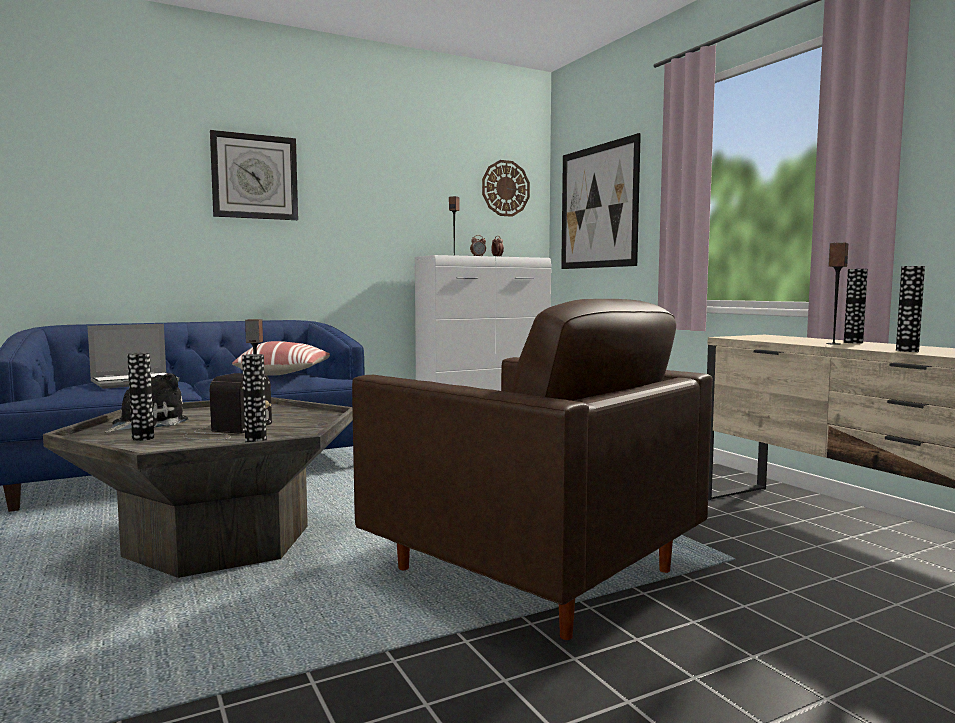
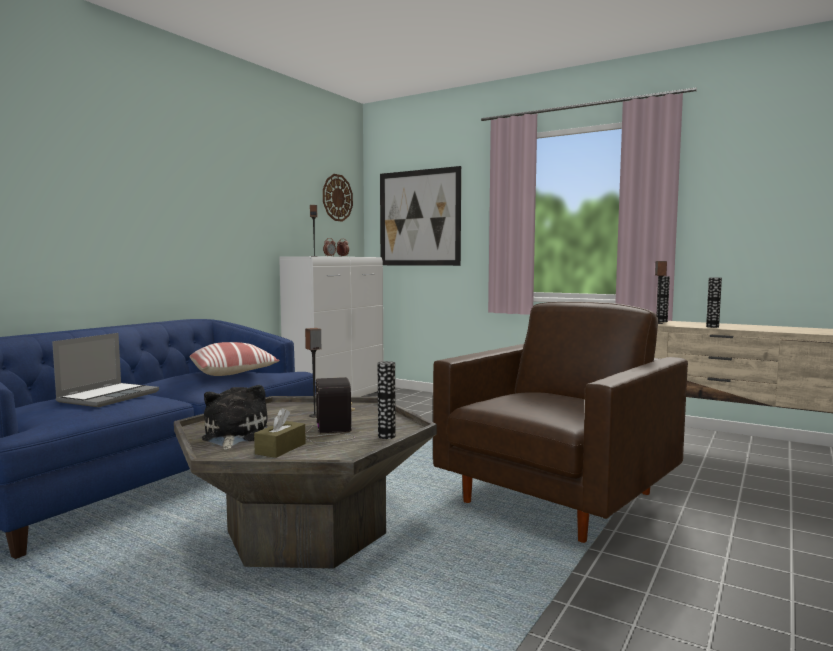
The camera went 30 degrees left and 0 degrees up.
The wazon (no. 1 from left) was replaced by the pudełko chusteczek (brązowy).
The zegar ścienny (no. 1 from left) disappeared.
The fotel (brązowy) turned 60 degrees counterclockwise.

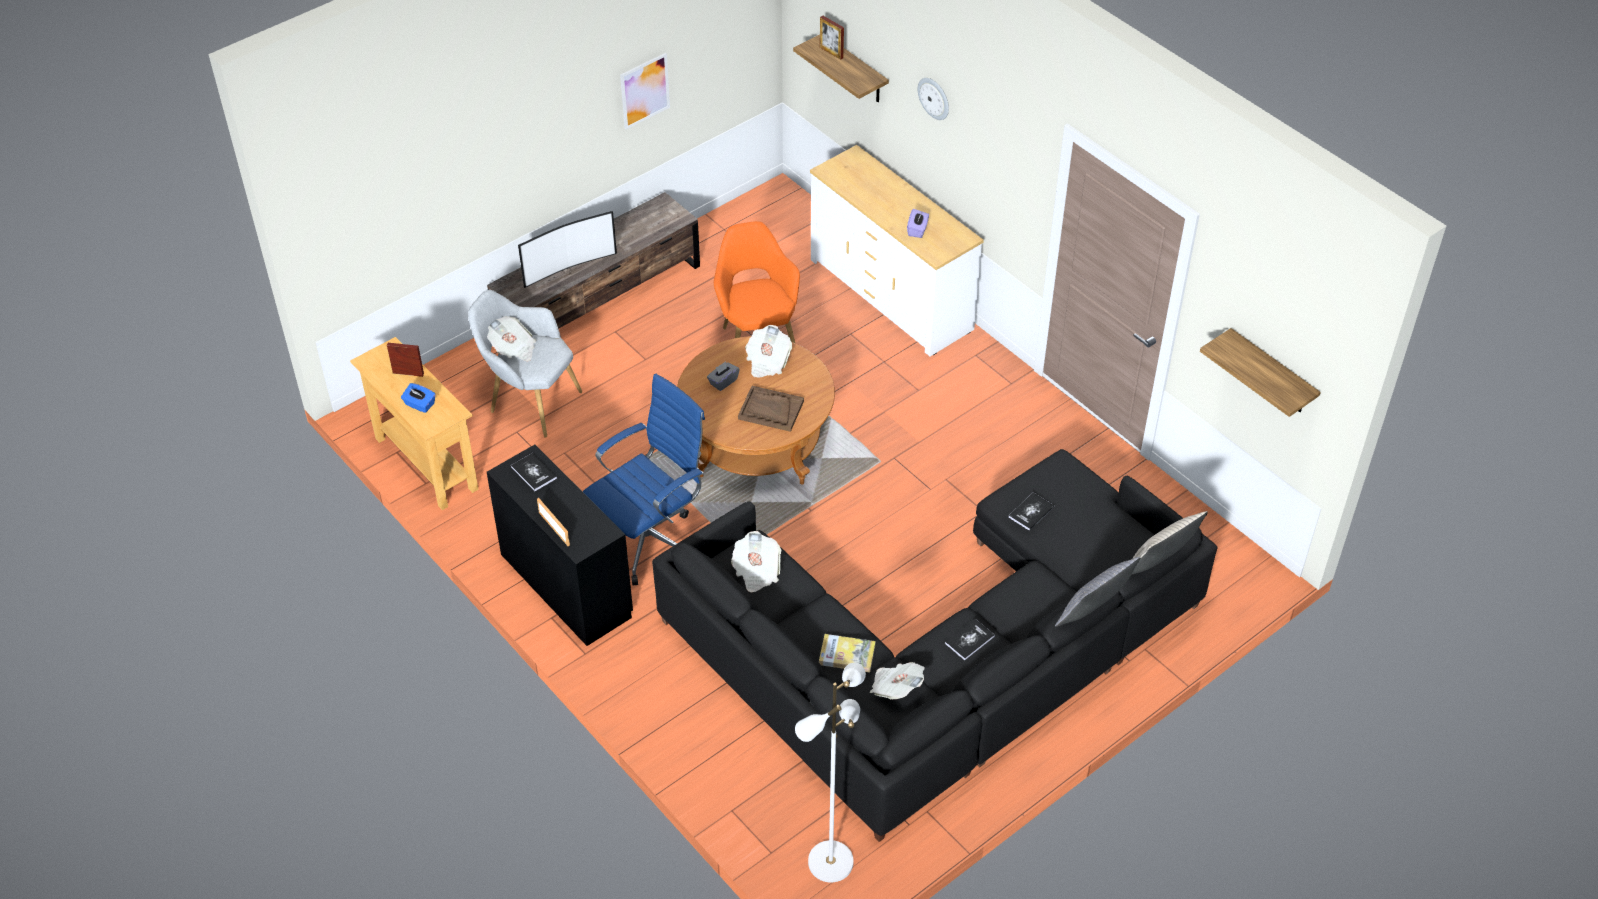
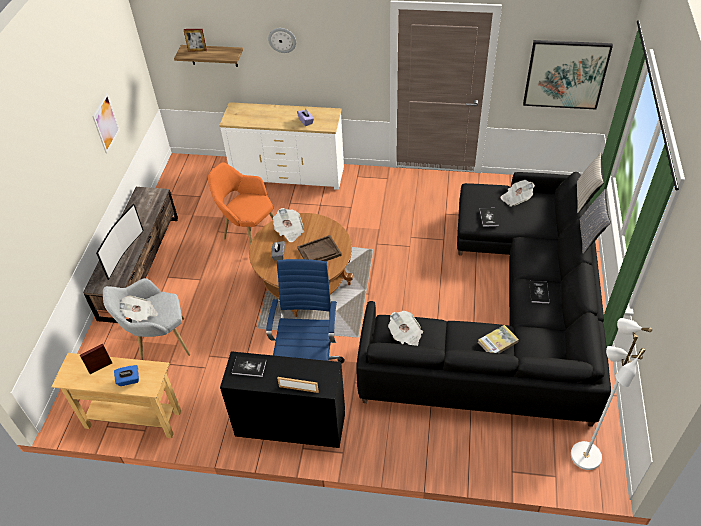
The camera went 40 degrees left and 0 degrees up.
The gazeta (no. 4 from left) moved.
The półka (no. 2 from left) was replaced by the obraz (no. 2 from left).

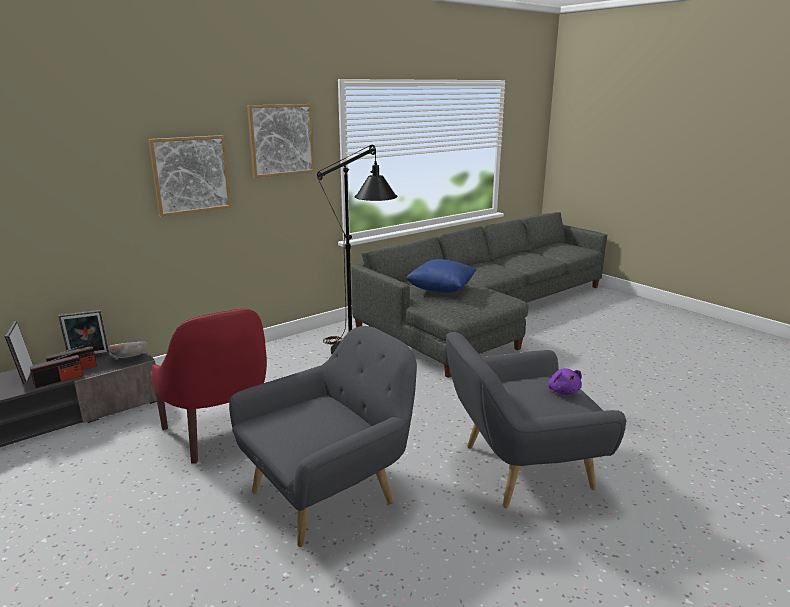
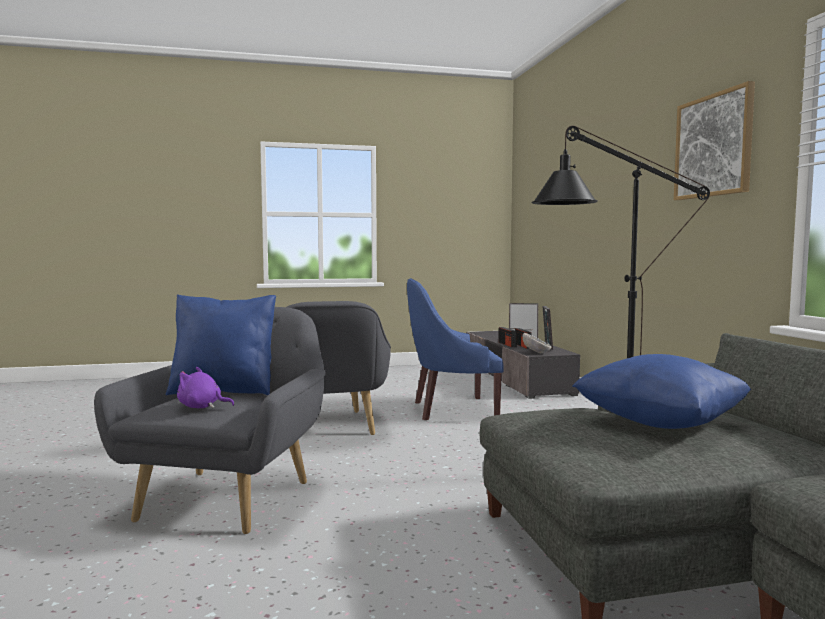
The camera went 115 degrees right and 15 degrees down.
The obraz (no. 1 from left) disappeared.
The fotel (czerwony) became the fotel (niebieski).
The poduszka (niebieski) (no. 1 from left) appeared.

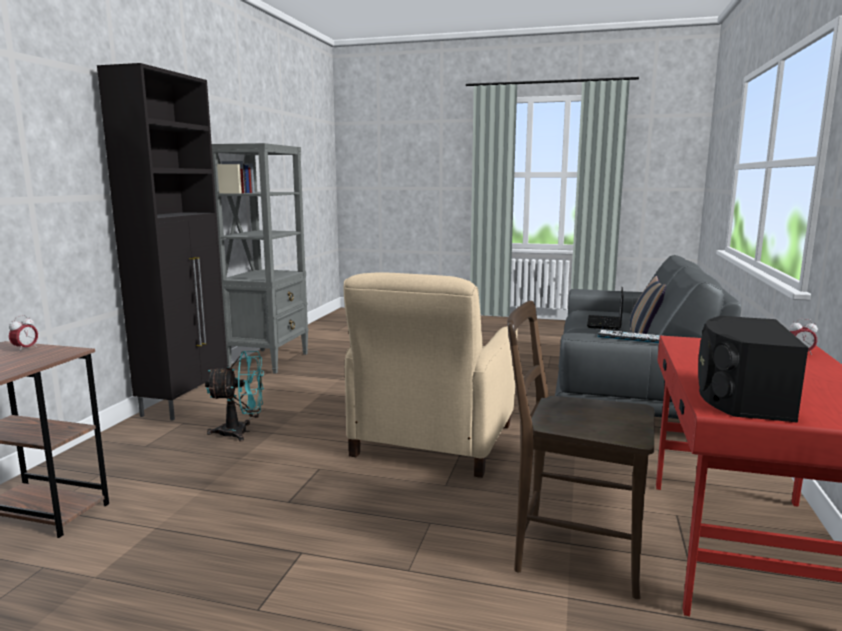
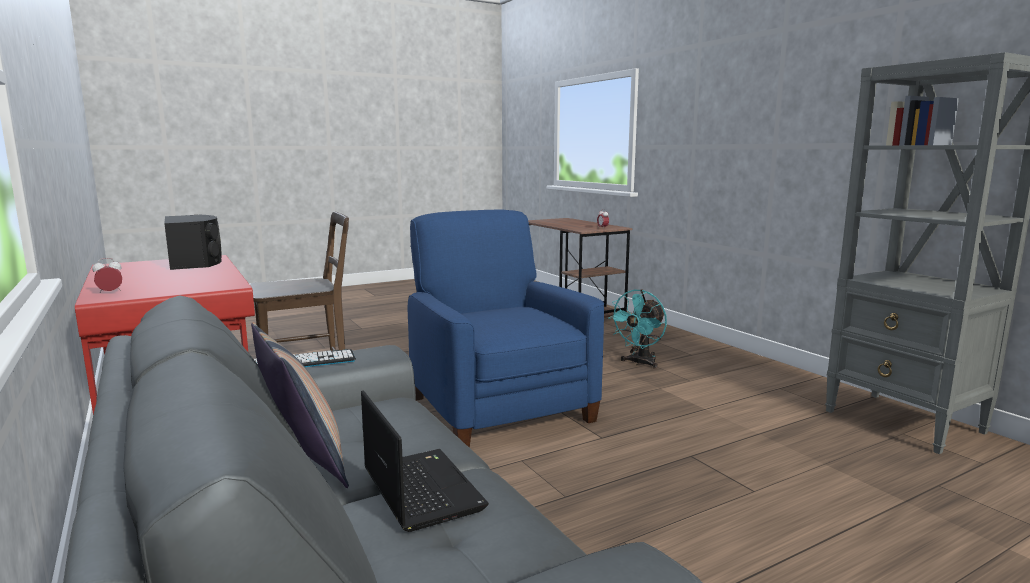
The camera went 135 degrees right and 0 degrees up.
The szafka (czarny) disappeared.
The fotel (beżowy) became the fotel (niebieski).

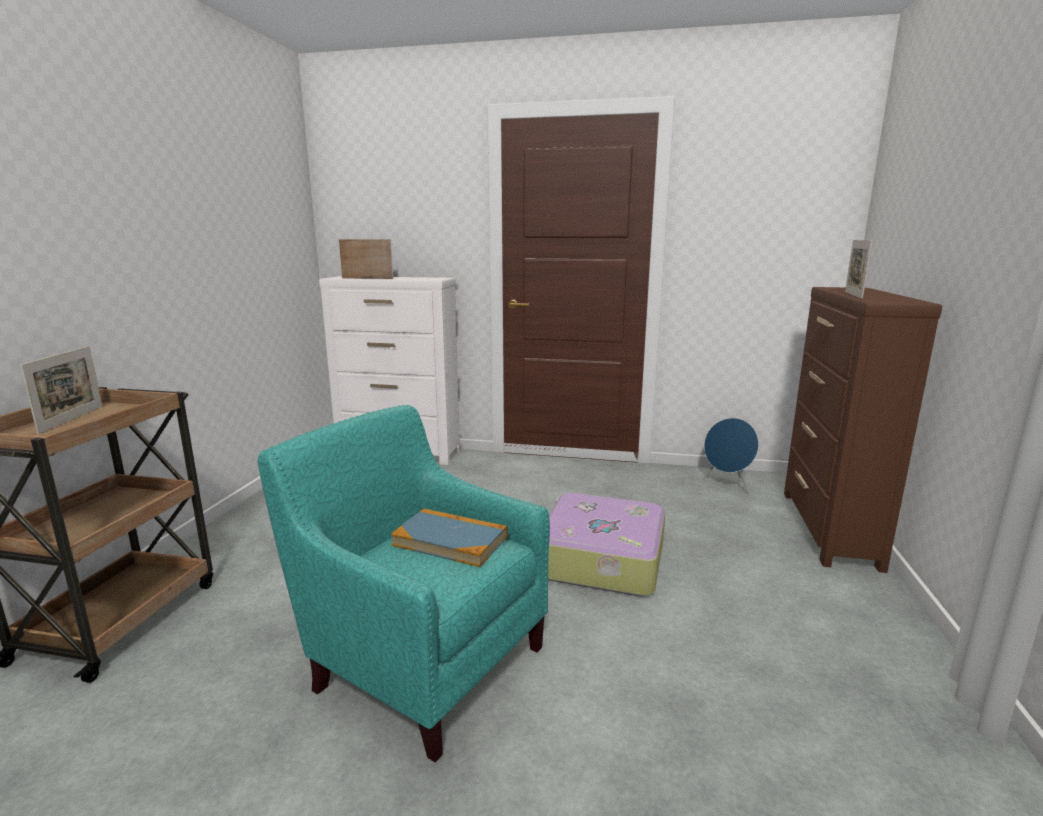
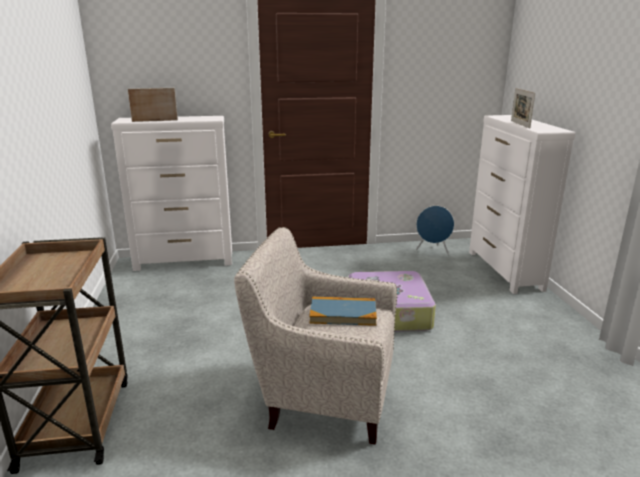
The camera went 20 degrees left and 5 degrees up.
The ramka na zdjęcie (no. 1 from left) disappeared.
The fotel (turkusowy) became the fotel (beżowy).
The komoda (brązowy) became the komoda (biały) (no. 2 from left).

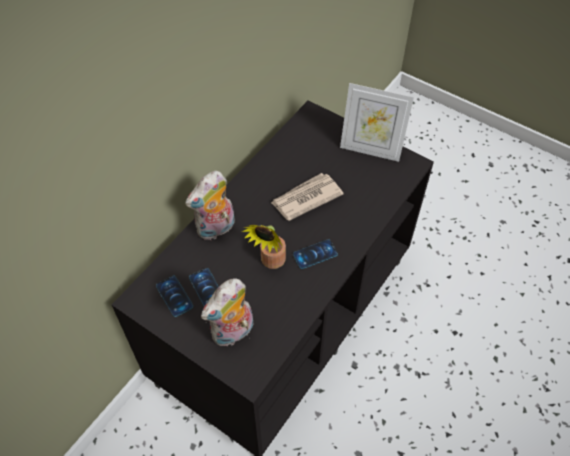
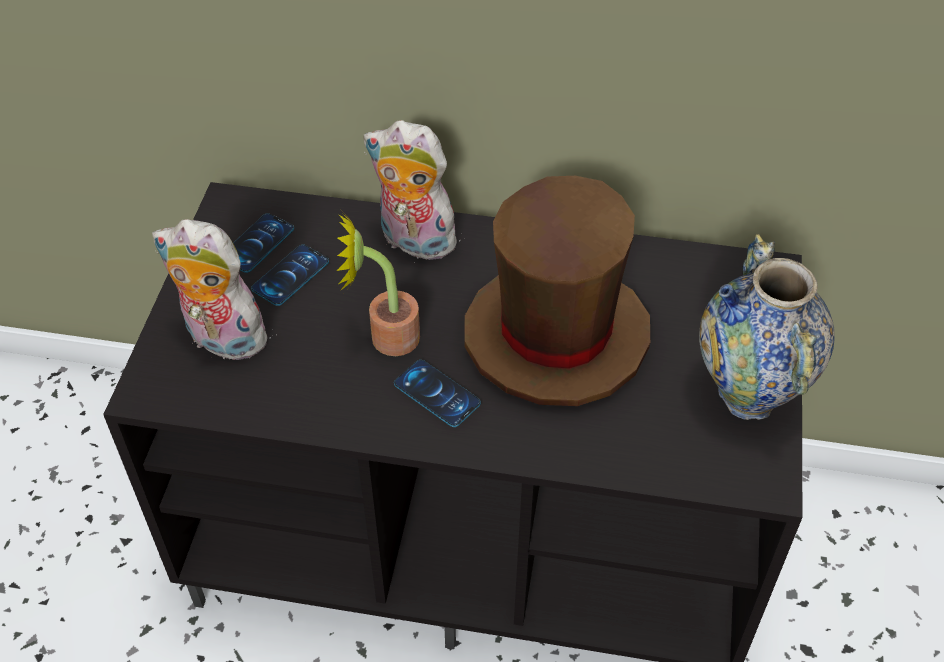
The camera went 65 degrees right and 5 degrees down.
The gazeta was replaced by the kapelusz (brązowy).
The ramka na zdjęcie was replaced by the wazon.

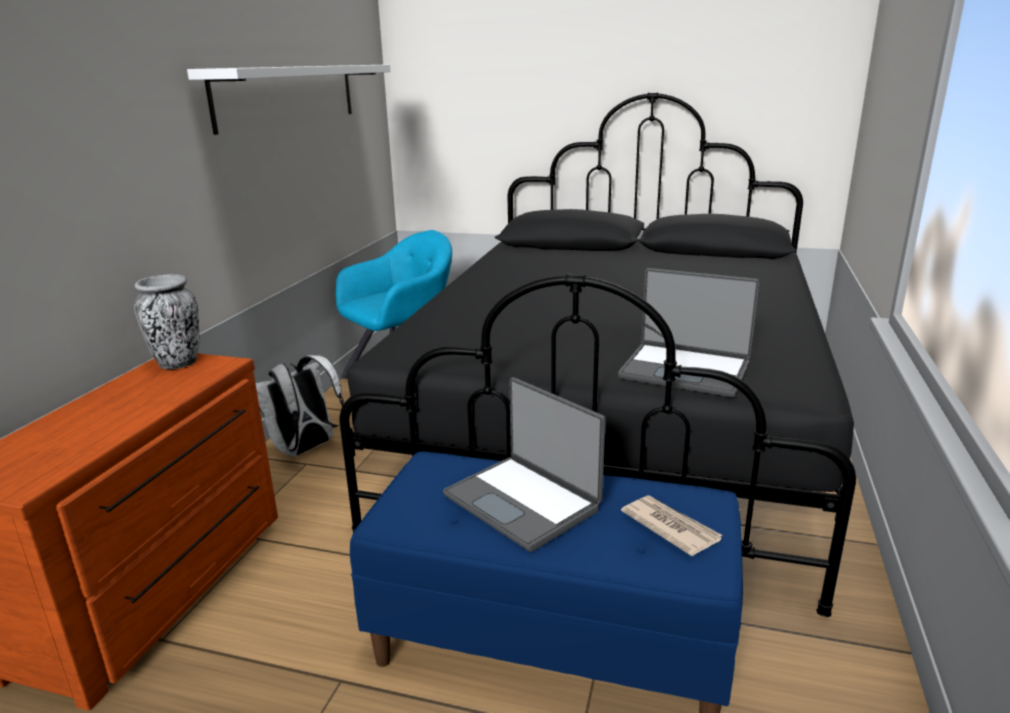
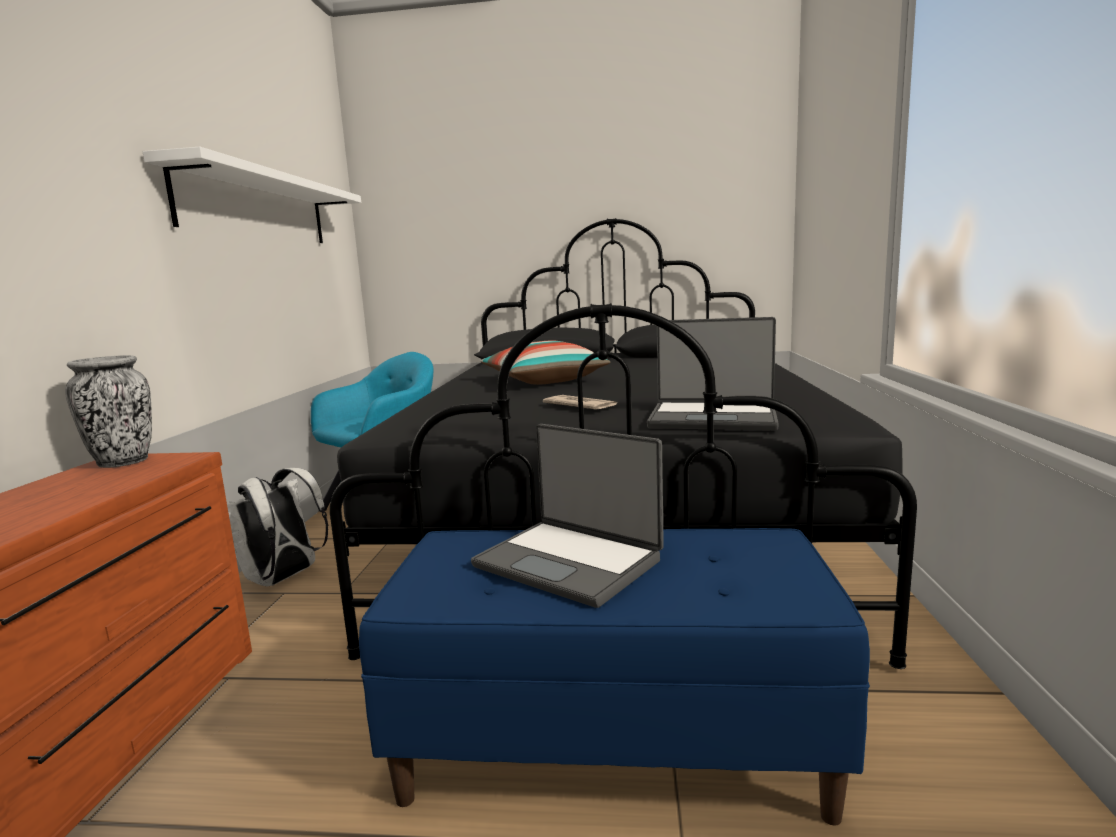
The camera went 10 degrees left and 10 degrees down.
The gazeta moved.
The poduszka appeared.

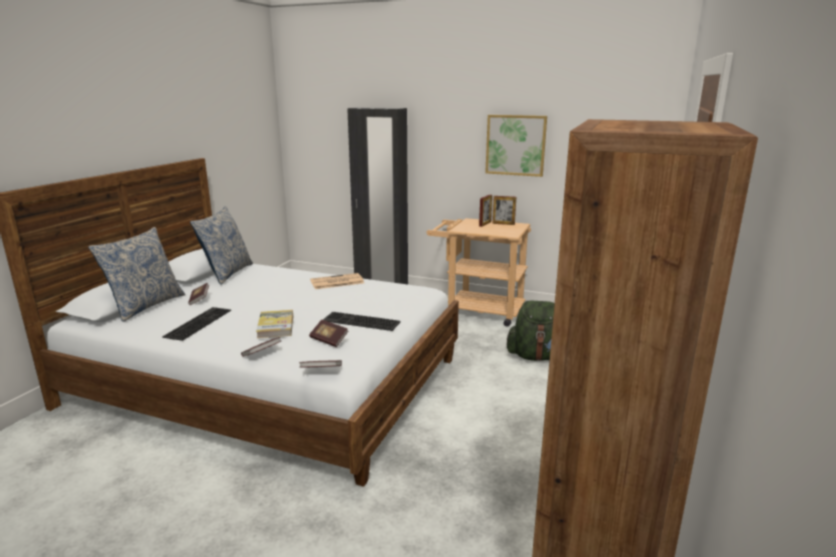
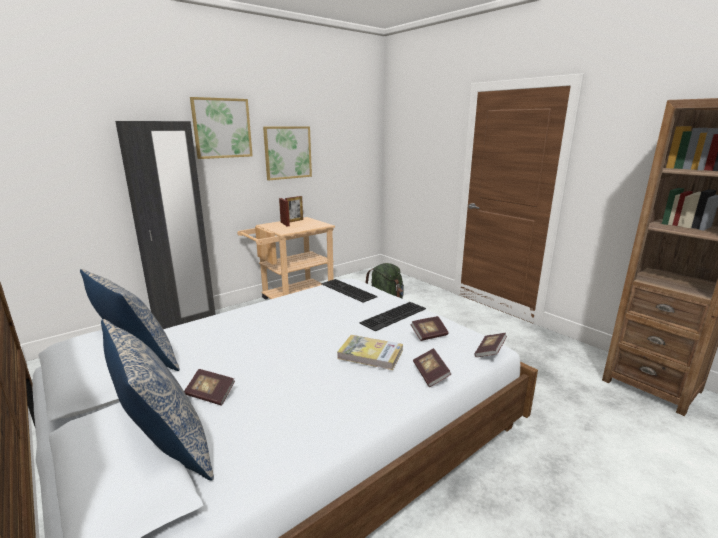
The camera went 60 degrees left and 0 degrees up.
The klawiatura (no. 1 from left) moved.
The gazeta disappeared.
The obraz (no. 1 from left) appeared.

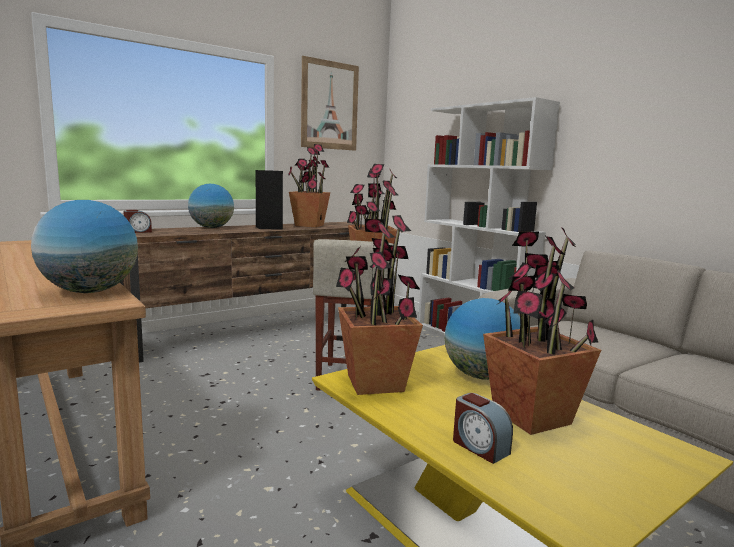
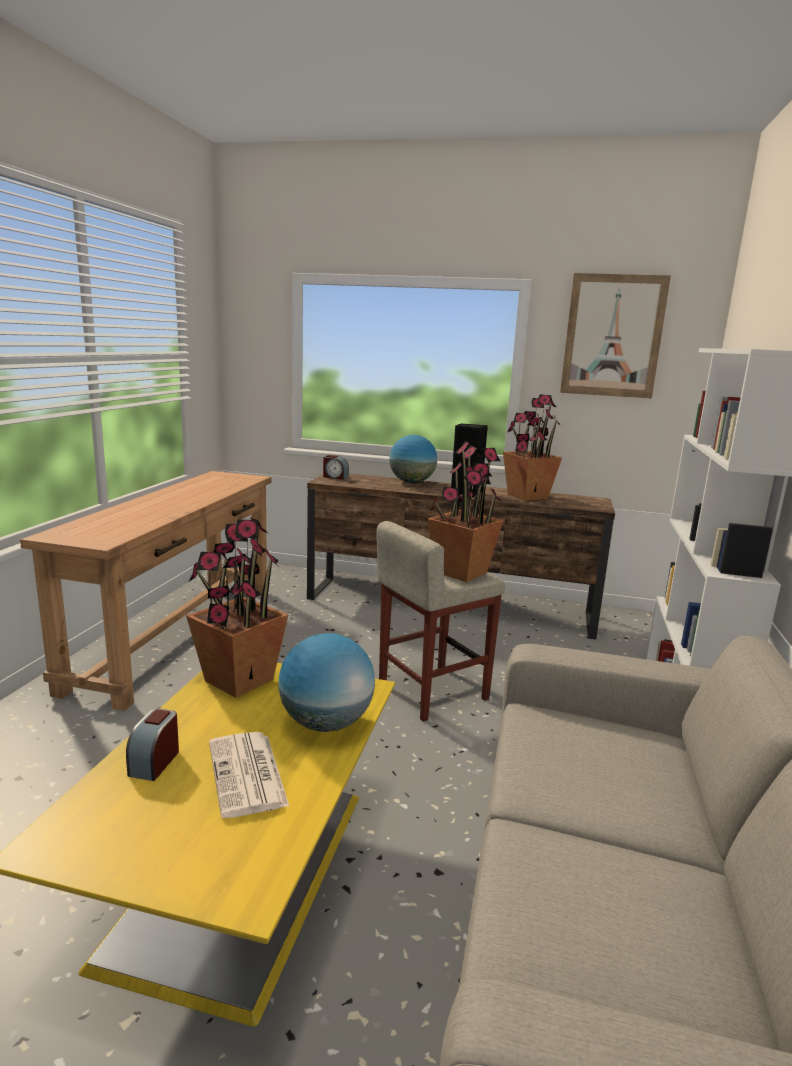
The camera went 50 degrees right and 5 degrees up.
The globus (no. 1 from left) disappeared.
The roślina doniczkowa (no. 4 from left) was replaced by the gazeta.

